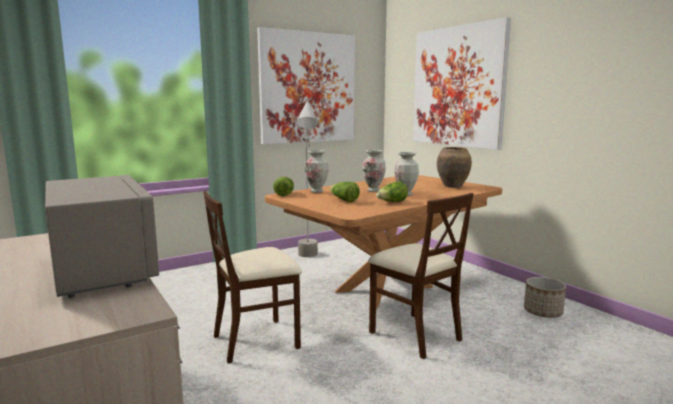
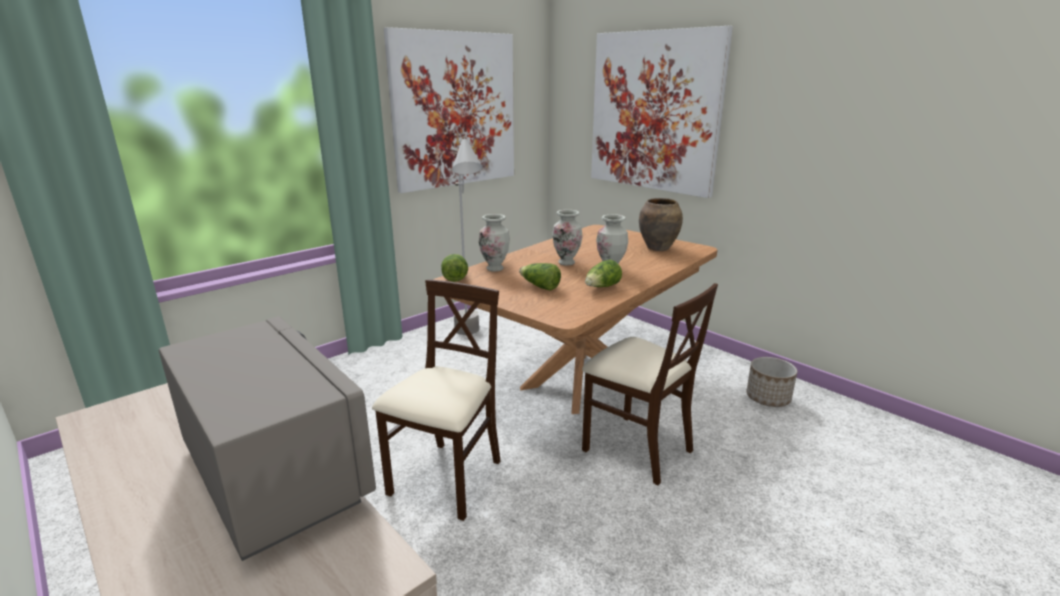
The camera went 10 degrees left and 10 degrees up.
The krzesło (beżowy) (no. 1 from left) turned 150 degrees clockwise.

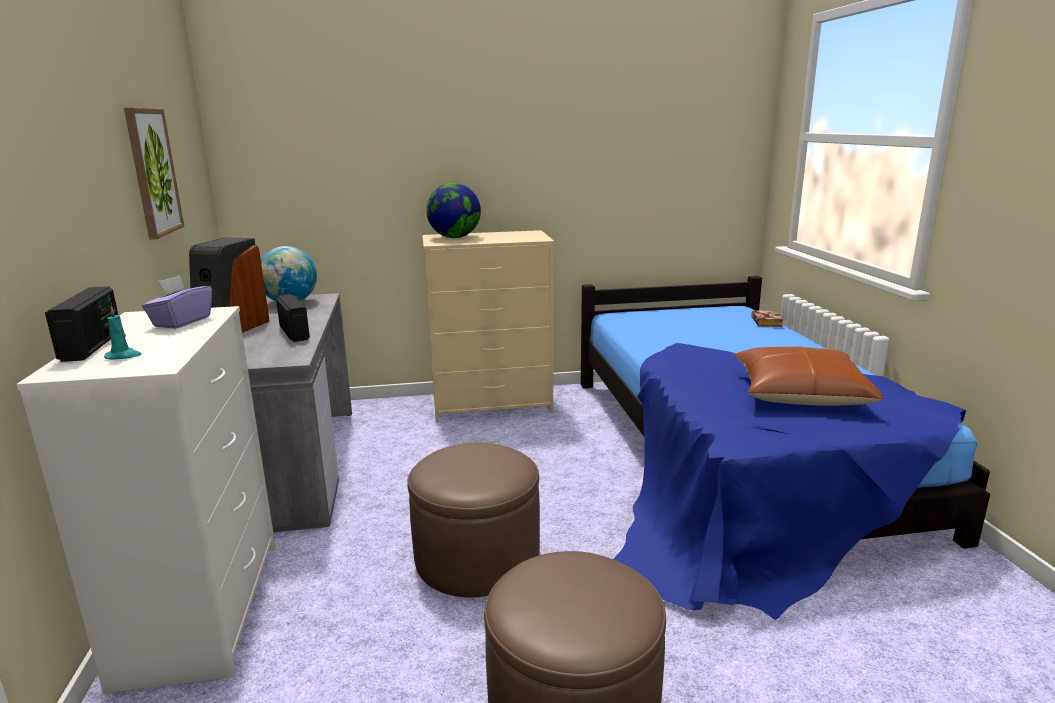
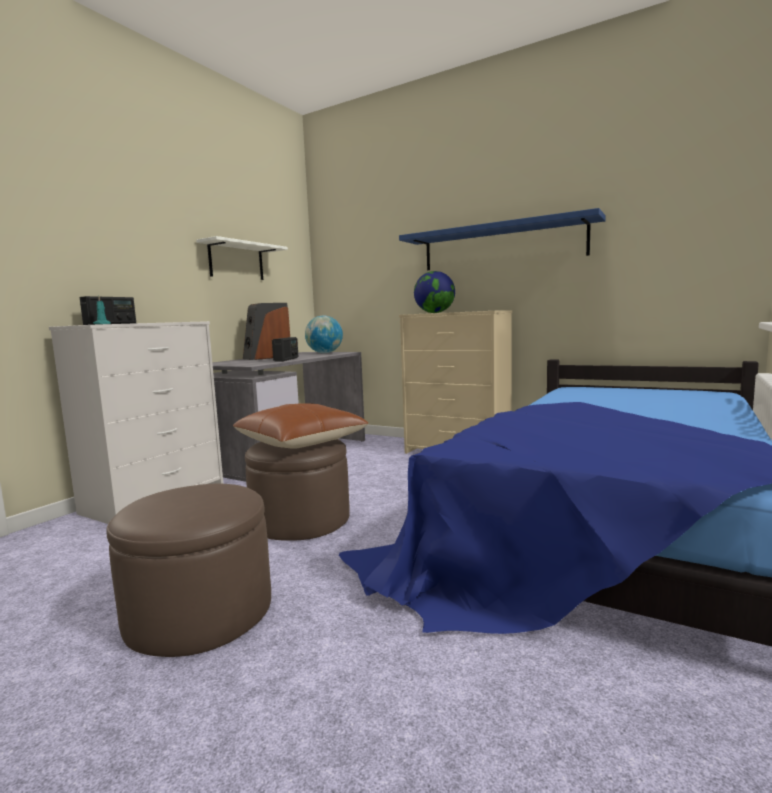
The camera went 40 degrees right and 10 degrees down.
The obraz was replaced by the półka (biały).
The pudełko chusteczek (fioletowy) disappeared.
The poduszka (brązowy) moved.
The książka disappeared.
The półka (niebieski) appeared.

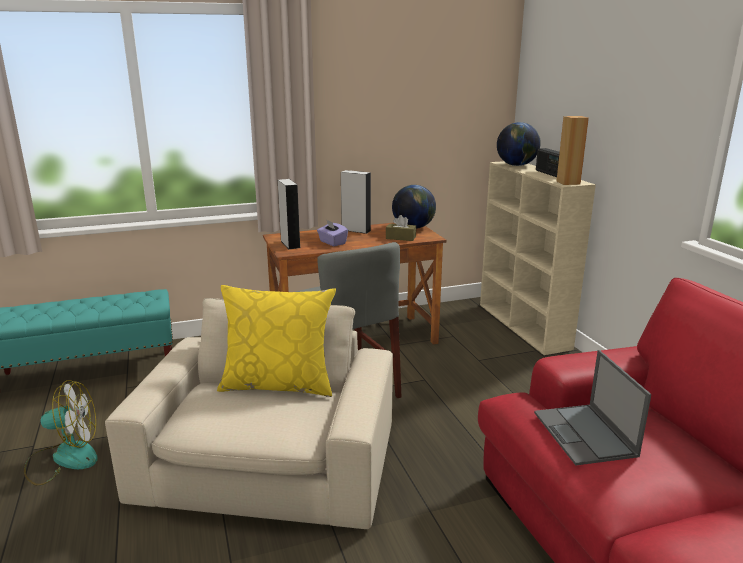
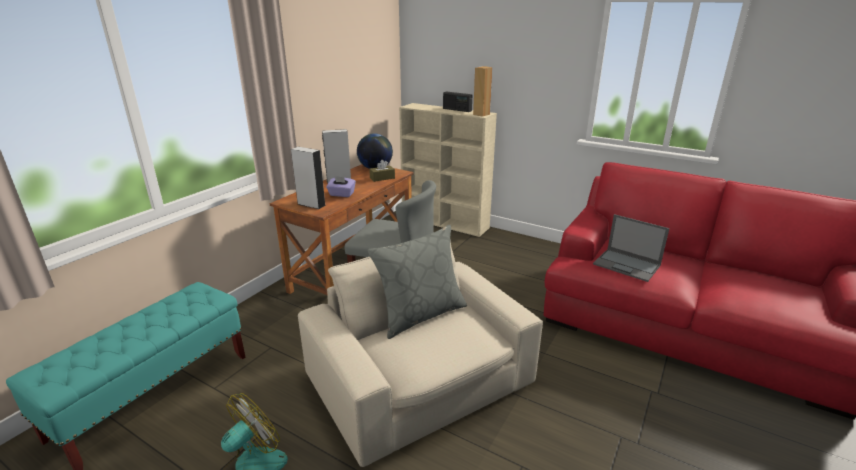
The camera went 40 degrees left and 5 degrees up.
The poduszka (żółty) became the poduszka (szary).
The globus (no. 2 from left) disappeared.

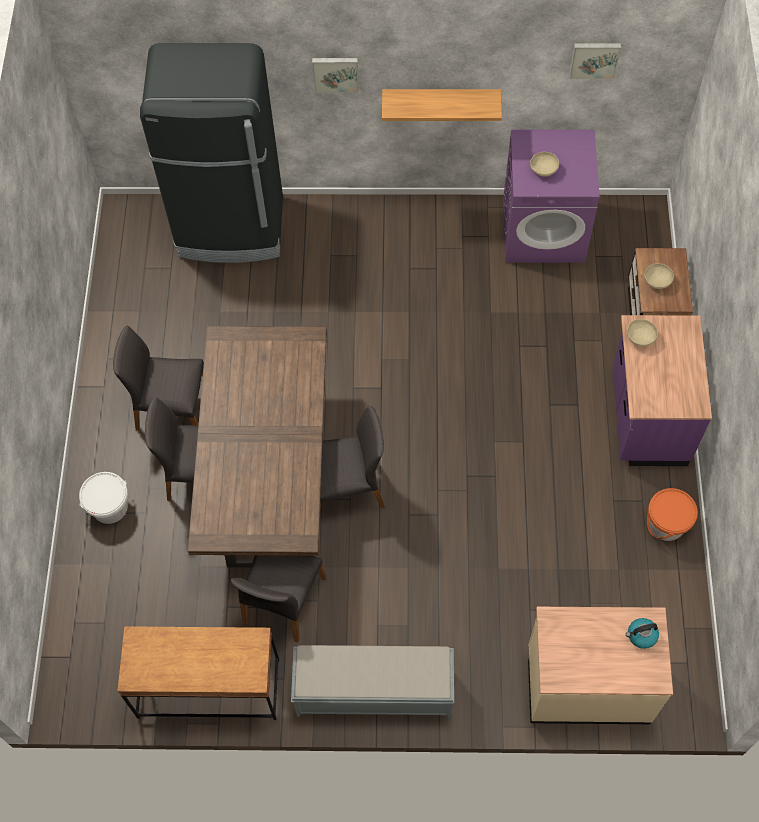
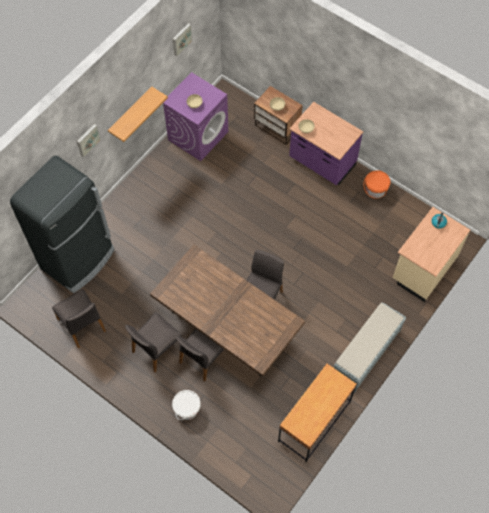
The camera went 55 degrees left and 0 degrees up.
The krzesło (szary) (no. 3 from left in the first image) moved.

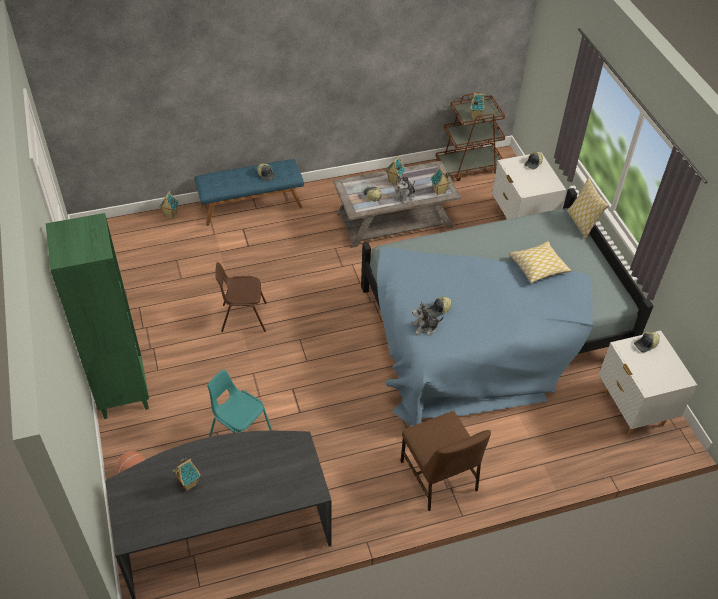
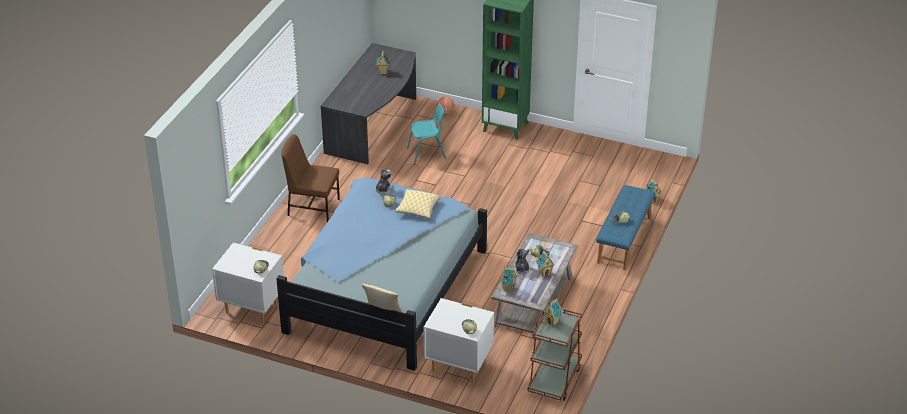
The camera went 130 degrees right and 10 degrees down.
The krzesło (brązowy) (no. 1 from left) disappeared.
The poduszka (no. 1 from left in the first image) moved.

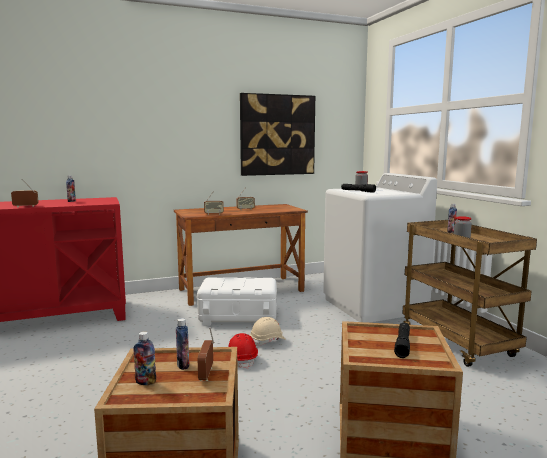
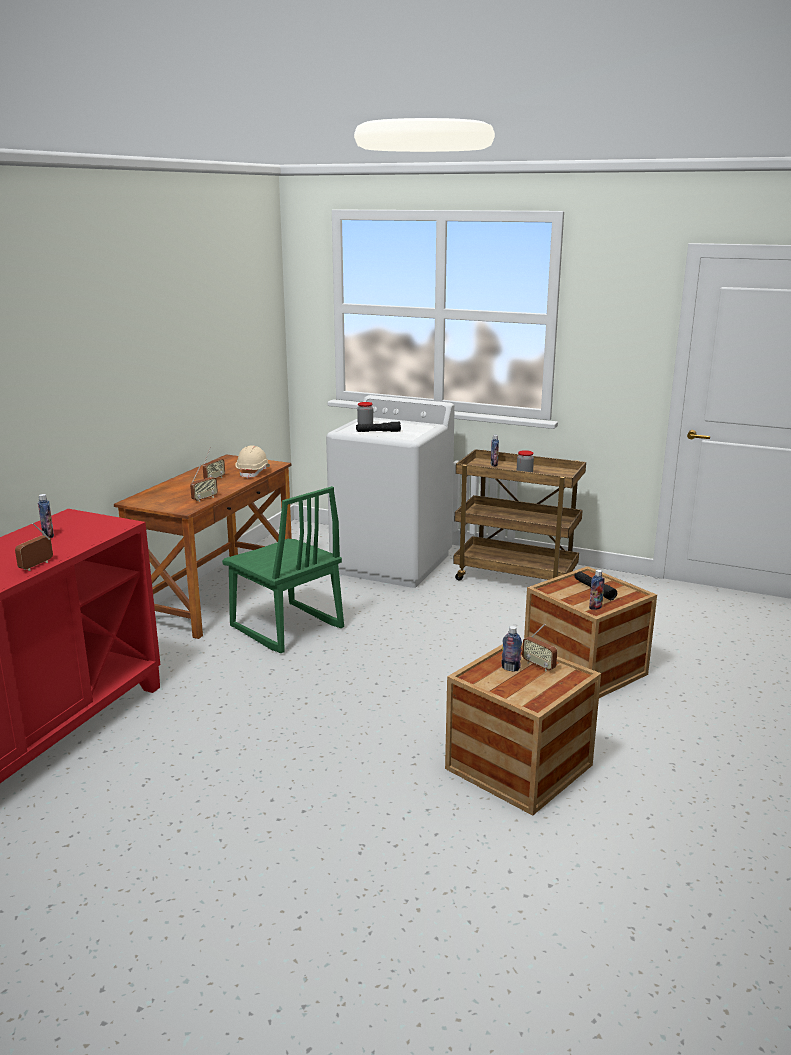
The camera went 45 degrees left and 10 degrees up.
The butelka (no. 2 from left in the first image) moved.
The pojemnik do przechowywania (biały) was replaced by the krzesło (zielony).
The kask (czerwony) disappeared.
The obraz disappeared.
The kask (beżowy) moved.

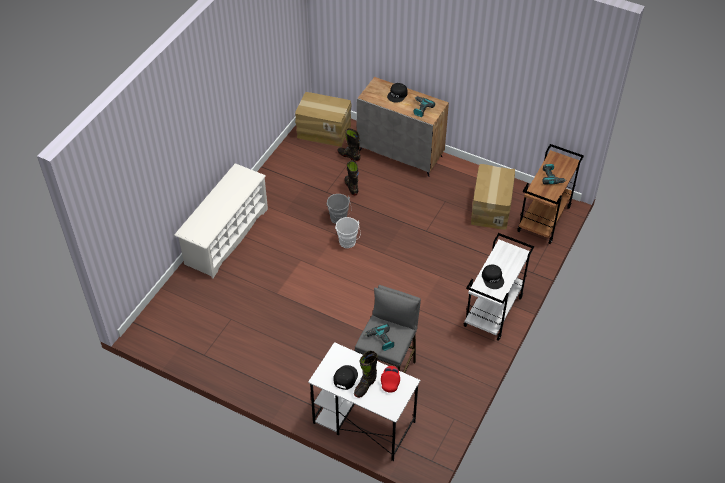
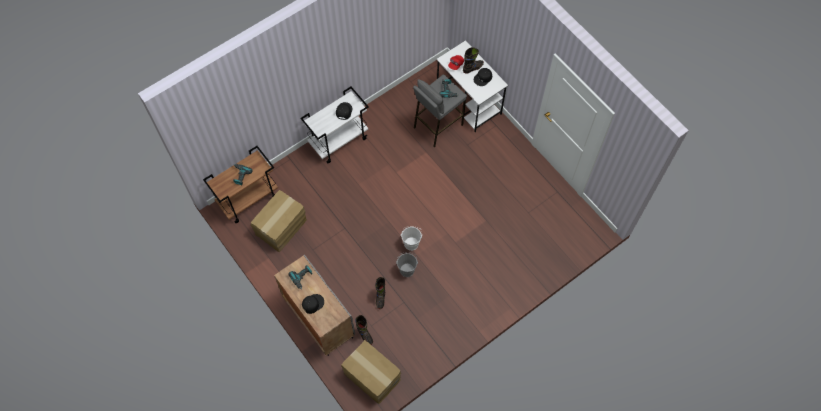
The camera went 155 degrees left and 15 degrees up.
The regał na buty (biały) disappeared.

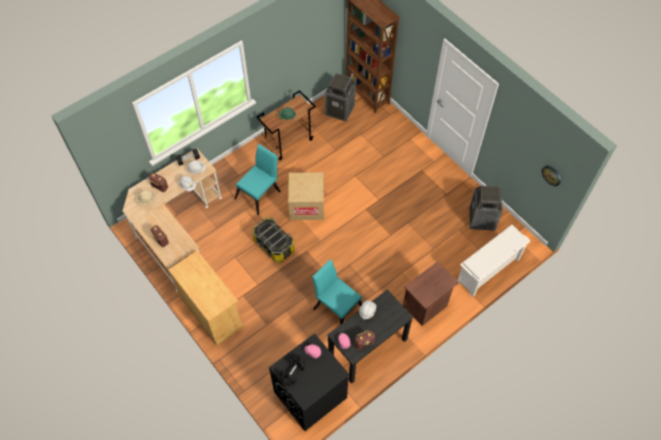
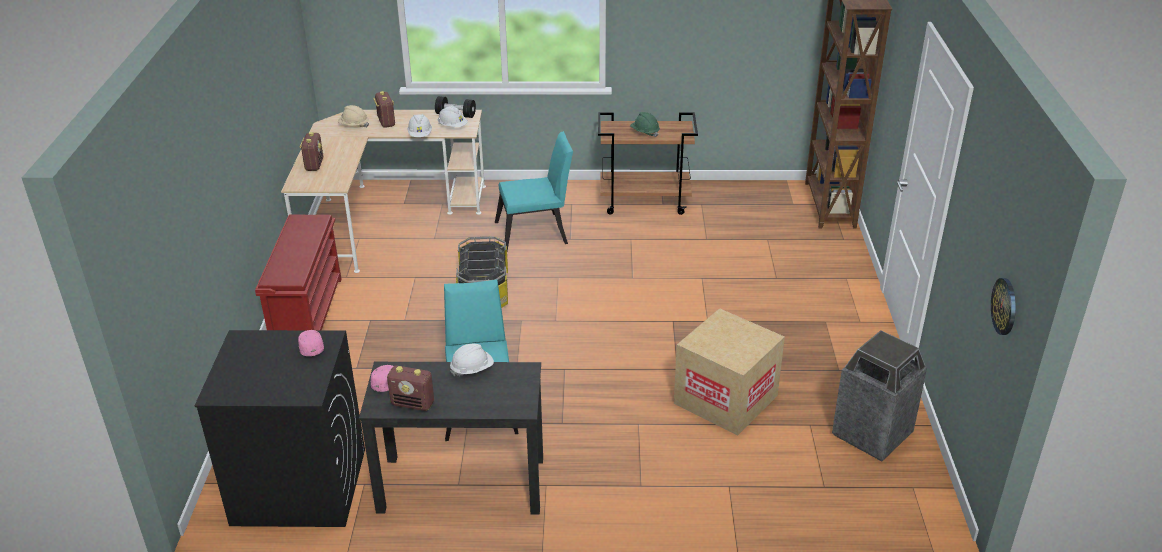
The camera went 40 degrees right and 25 degrees down.
The szafka (beżowy) was replaced by the regał na buty (czerwony).
The hantel (czarny) (no. 2 from left) disappeared.
The karton moved.
The kosz na śmieci (no. 1 from left) disappeared.
The szafka nocna (brązowy) disappeared.
The regał na buty (biały) disappeared.

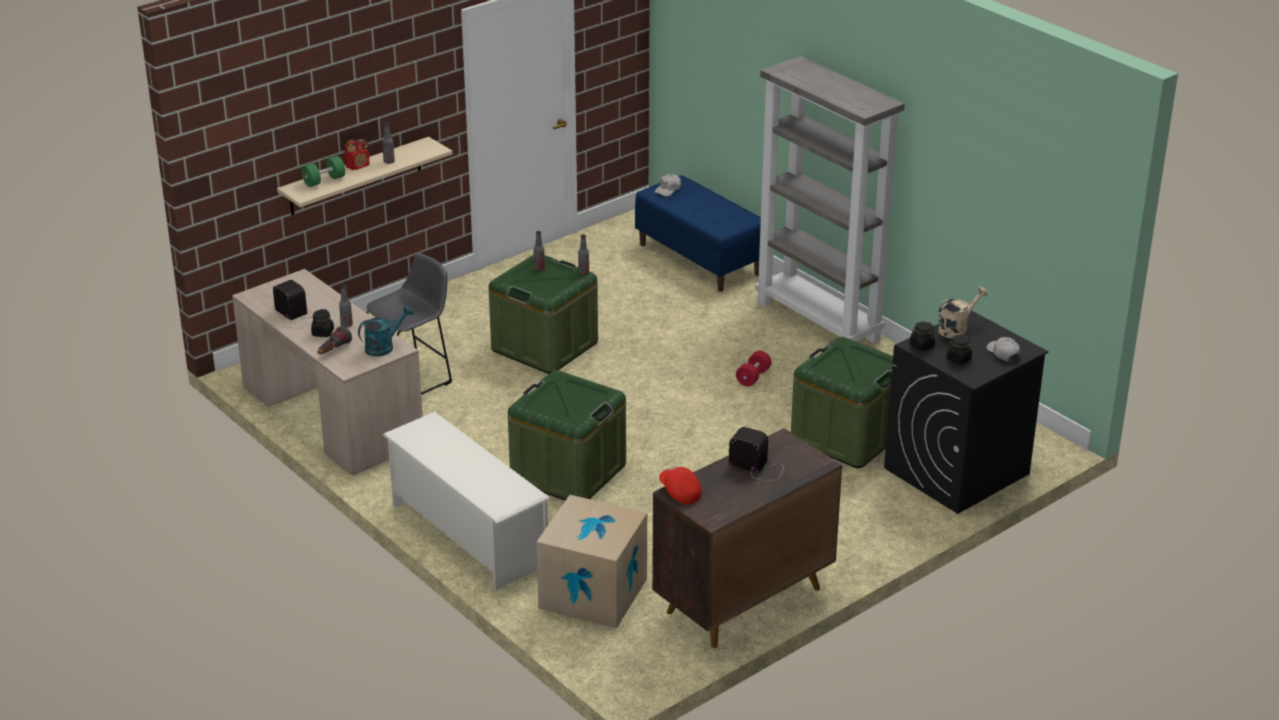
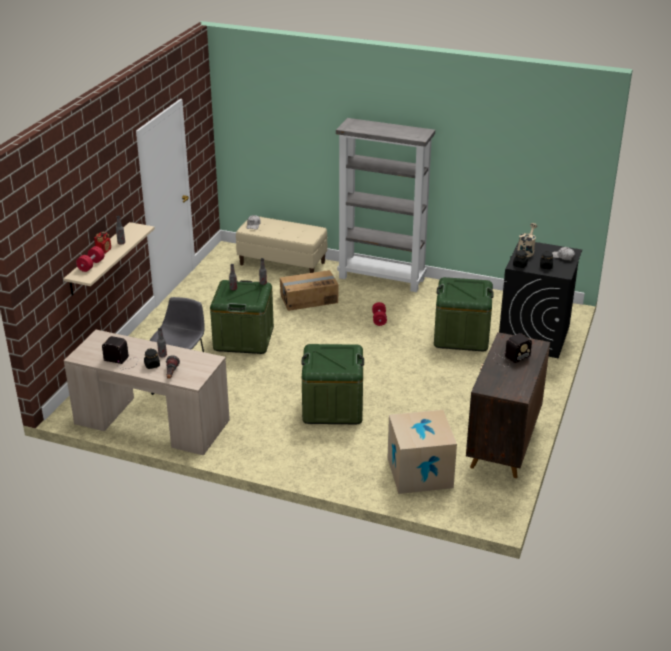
The camera went 30 degrees left and 0 degrees up.
The hantel (zielony) became the hantel (czerwony) (no. 1 from left).
The konewka (turkusowy) disappeared.
The regał na buty (biały) disappeared.
The ławka (niebieski) became the ławka (beżowy).
The czapka z daszkiem (czerwony) disappeared.
The radio (no. 3 from left) turned 150 degrees clockwise.
The karton (no. 1 from left) appeared.

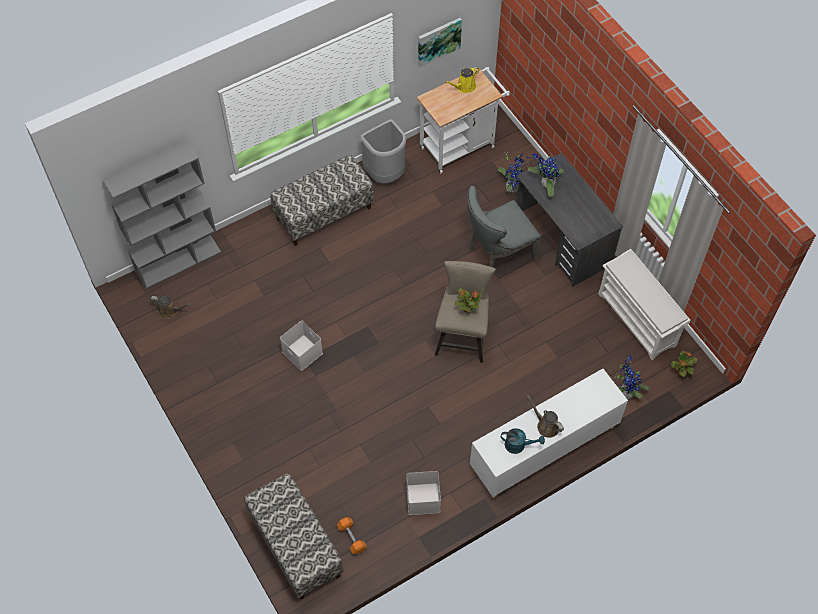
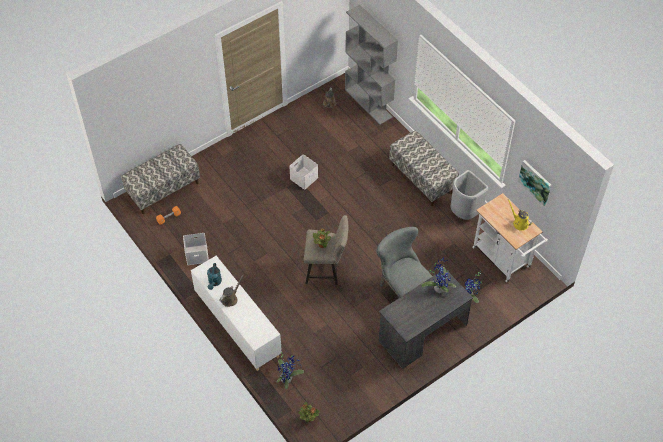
The camera went 85 degrees right and 5 degrees down.
The regał na buty (biały) disappeared.

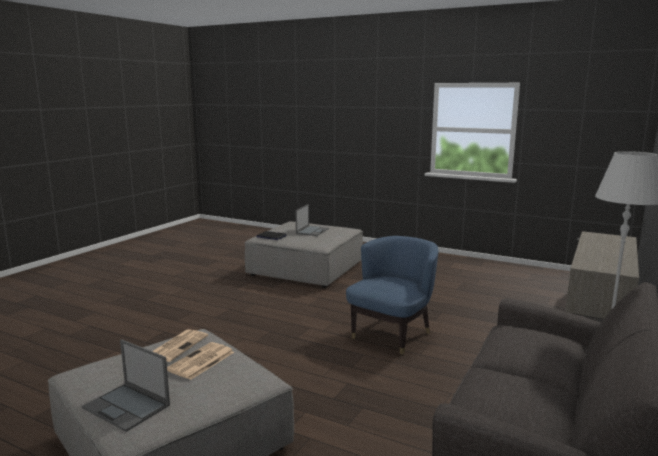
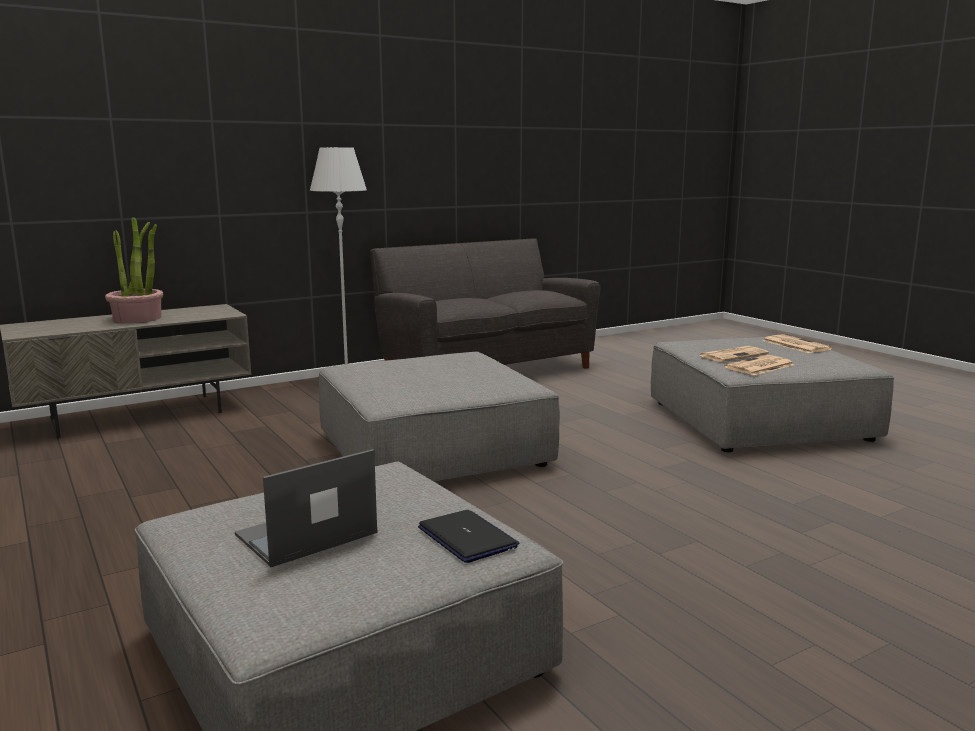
The camera went 150 degrees left and 0 degrees up.
The laptop (no. 1 from left) was replaced by the gazeta (no. 3 from left).
The fotel (niebieski) was replaced by the pufa (szary) (no. 2 from left).
The roślina doniczkowa appeared.

